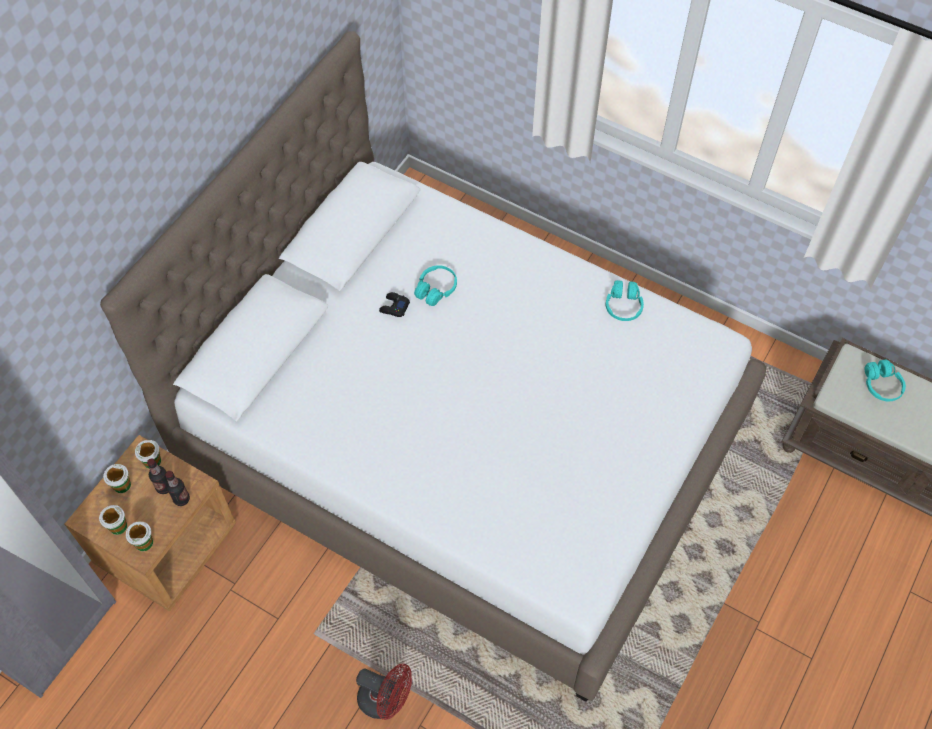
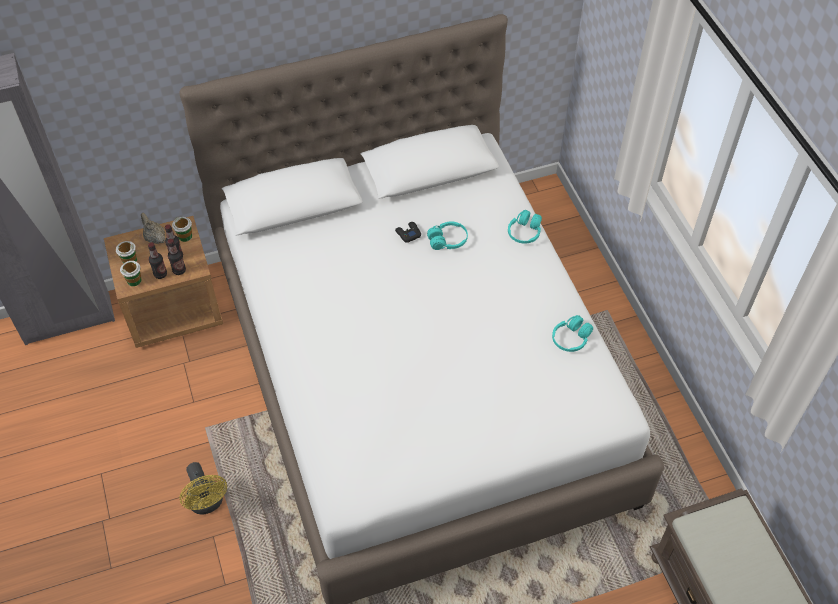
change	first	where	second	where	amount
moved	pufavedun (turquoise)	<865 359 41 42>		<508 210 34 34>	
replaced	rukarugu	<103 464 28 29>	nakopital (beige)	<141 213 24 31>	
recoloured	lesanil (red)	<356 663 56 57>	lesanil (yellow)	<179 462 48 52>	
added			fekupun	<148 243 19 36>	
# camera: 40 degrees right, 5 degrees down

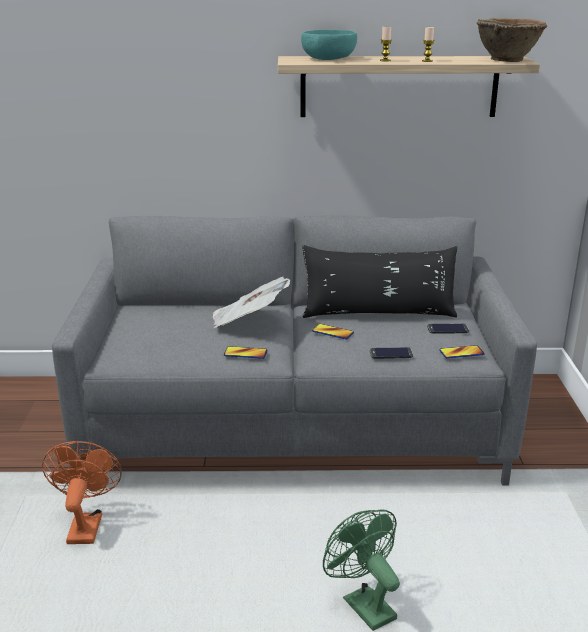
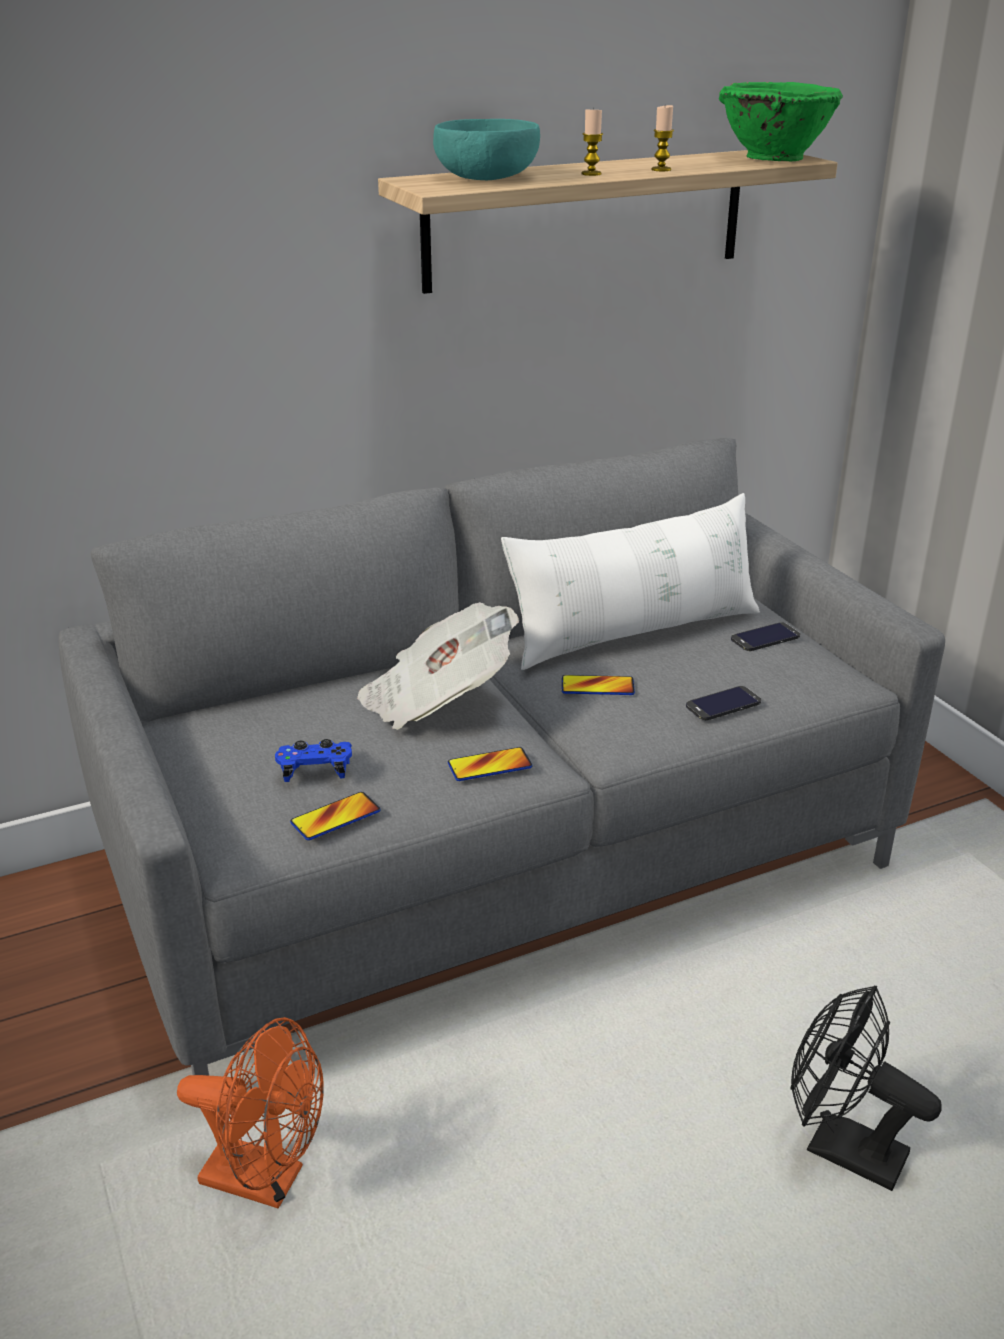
change	first	where	second	where	amount
recoloured	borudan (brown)	<477 18 70 44>	borudan (green)	<719 82 124 79>	
recoloured	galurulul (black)	<303 245 154 73>	galurulul (white)	<501 493 259 177>	
moved	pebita	<439 345 46 13>		<290 792 90 48>	
turned	lesanil (orange)	<42 441 80 103>		<177 1017 147 191>	135 degrees clockwise
recoloured	lesanil (green)	<323 509 77 122>	lesanil (black)	<790 986 151 205>	
added			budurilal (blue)	<275 739 77 43>	
# camera: 25 degrees left, 5 degrees up

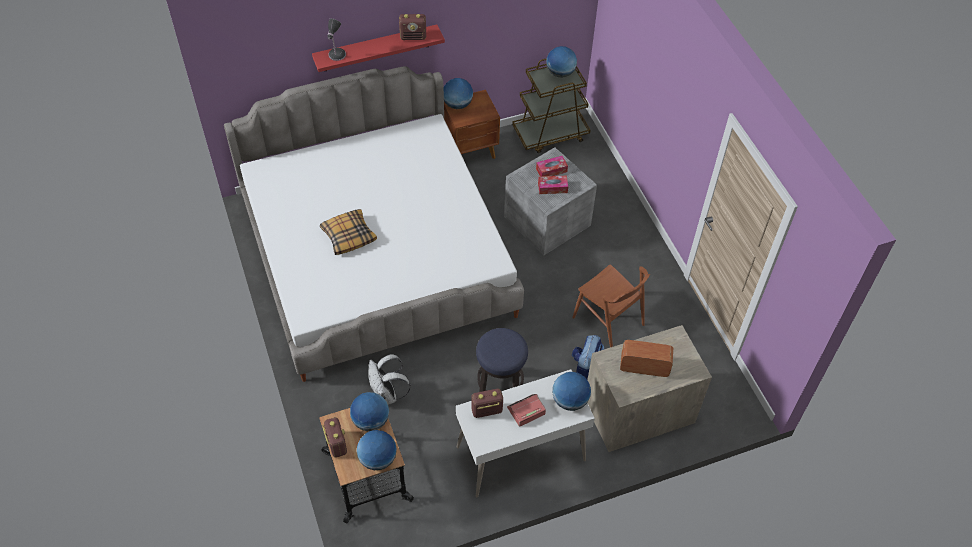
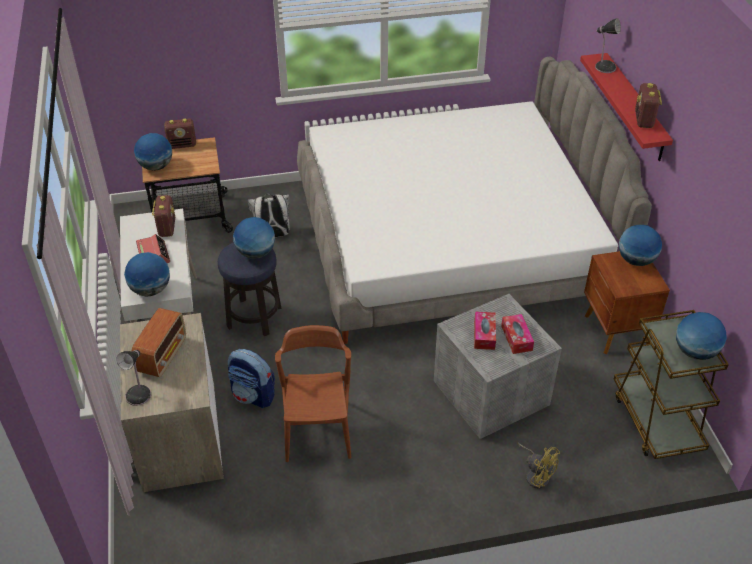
change	first	where	second	where	amount
removed	galurulul	<320 209 57 46>			
turned	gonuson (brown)	<572 265 78 82>		<275 325 76 137>	120 degrees clockwise
moved	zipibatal	<350 392 39 39>		<233 217 42 42>	
added			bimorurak	<116 350 35 56>	
added			lesanil (yellow)	<517 443 43 46>	
# camera: 100 degrees right, 10 degrees down

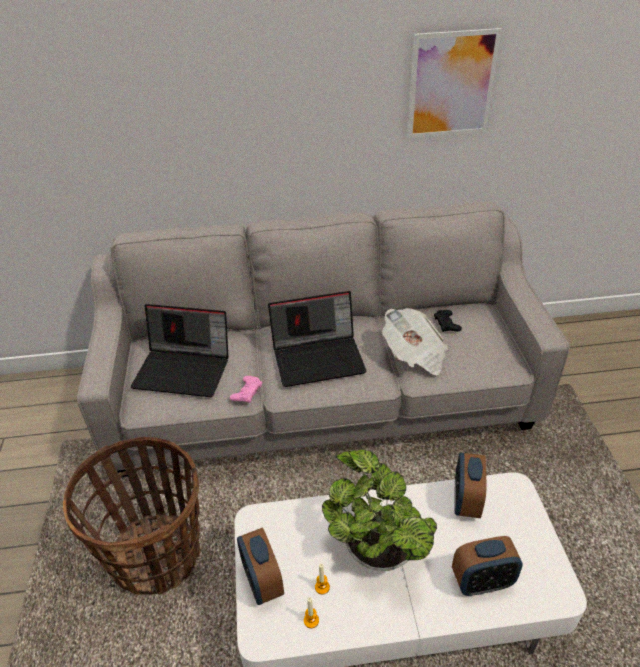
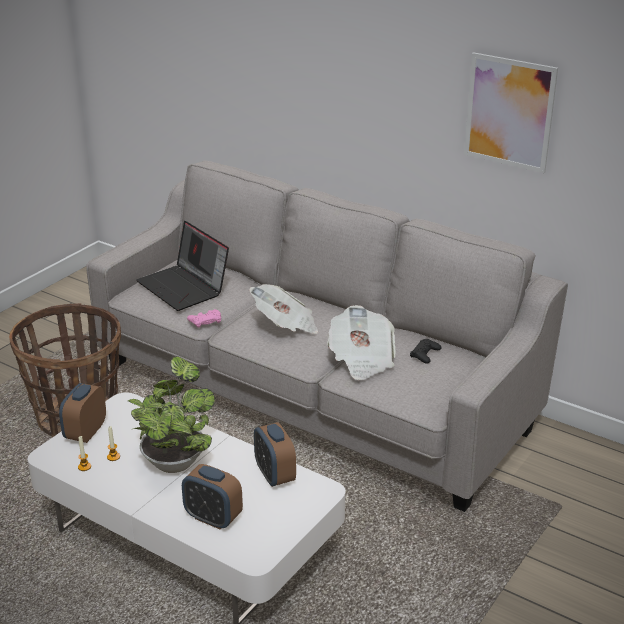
change	first	where	second	where	amount
replaced	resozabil	<268 291 98 96>	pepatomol	<249 284 70 50>	
turned	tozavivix	<454 453 33 65>		<254 422 42 65>	75 degrees counterclockwise
# camera: 40 degrees right, 10 degrees down

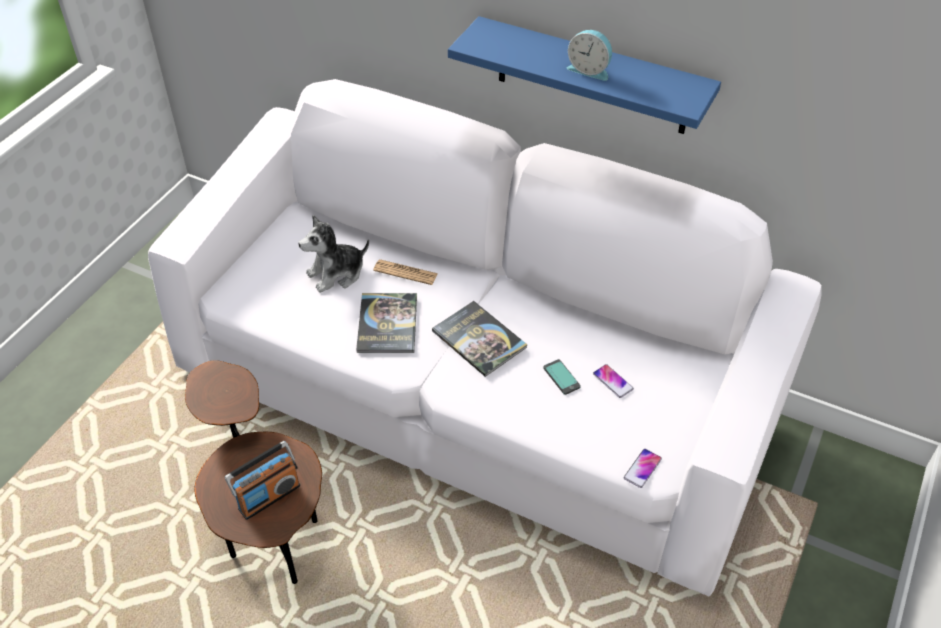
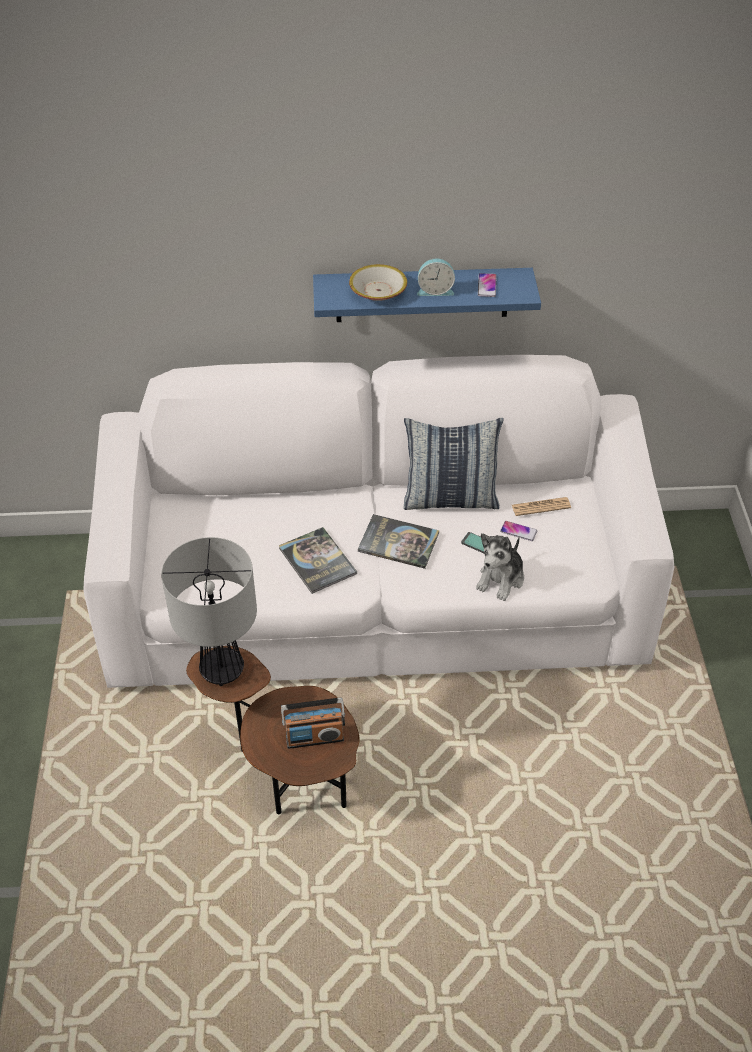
change	first	where	second	where	amount
moved	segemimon	<298 215 71 78>		<476 533 48 68>	
moved	pepatomol	<373 259 65 26>		<512 497 59 19>	
turned	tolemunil	<225 441 75 79>		<281 697 64 52>	60 degrees clockwise
moved	pebita	<624 449 38 39>		<478 273 19 24>	
added			borudan	<349 264 58 37>	
added			galurulul	<403 418 101 92>	
added			bimorurak	<161 537 96 149>	
# camera: 30 degrees left, 0 degrees up

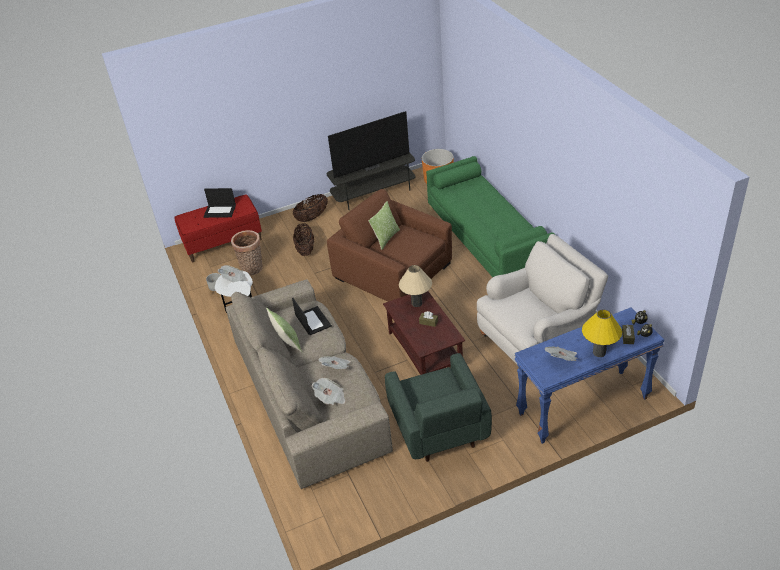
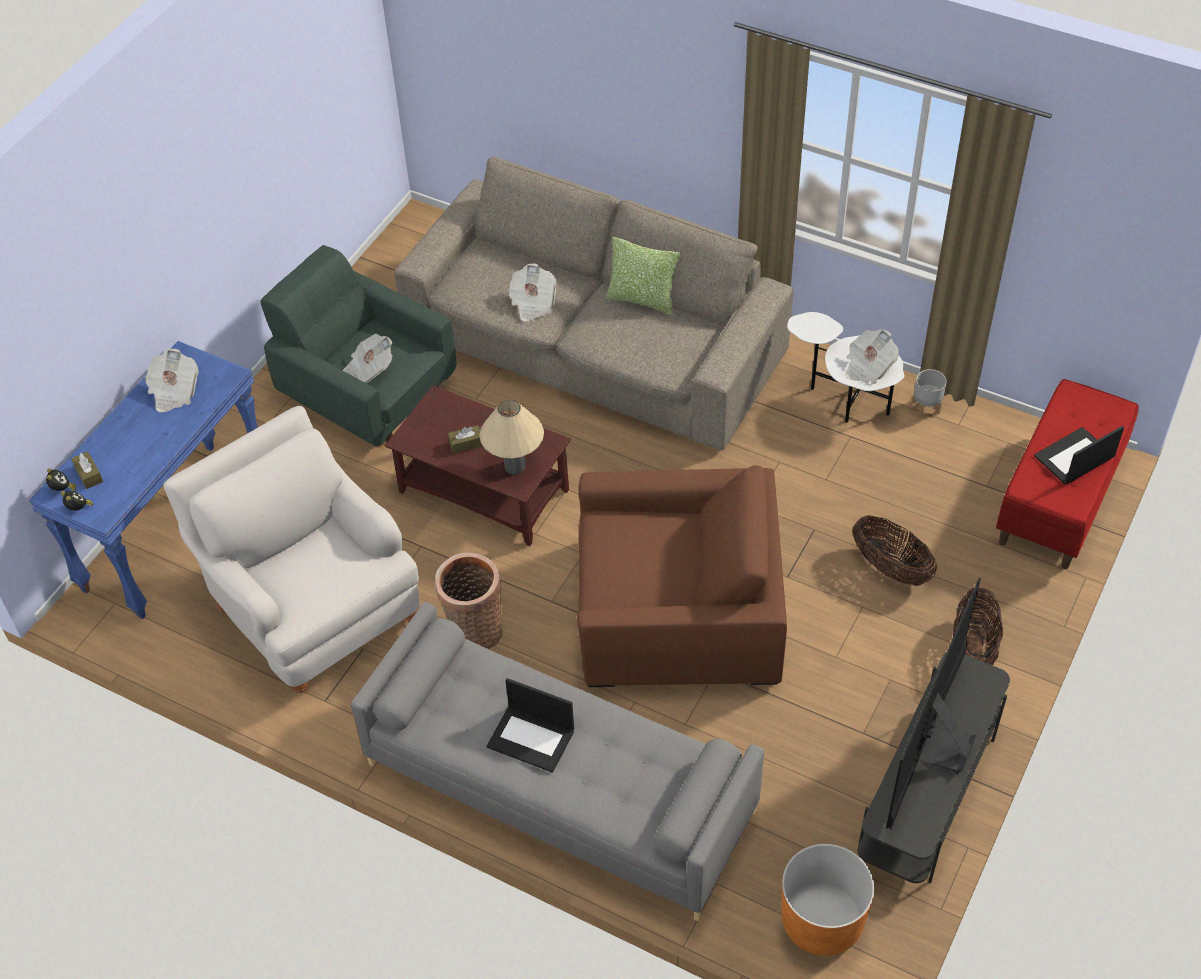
change	first	where	second	where	amount
recoloured	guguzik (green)	<426 156 128 121>	guguzik (grey)	<351 602 413 319>	
removed	galurulul	<369 201 31 49>			
moved	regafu	<231 230 32 46>		<435 553 67 96>	
turned	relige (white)	<477 234 131 130>		<164 406 256 287>	120 degrees clockwise
moved	resozabil	<292 298 40 37>		<487 678 87 95>	
removed	bimorurak (yellow)	<582 309 40 48>			
moved	pepatomol	<312 378 33 27>		<343 334 49 49>	
# camera: 140 degrees right, 10 degrees up

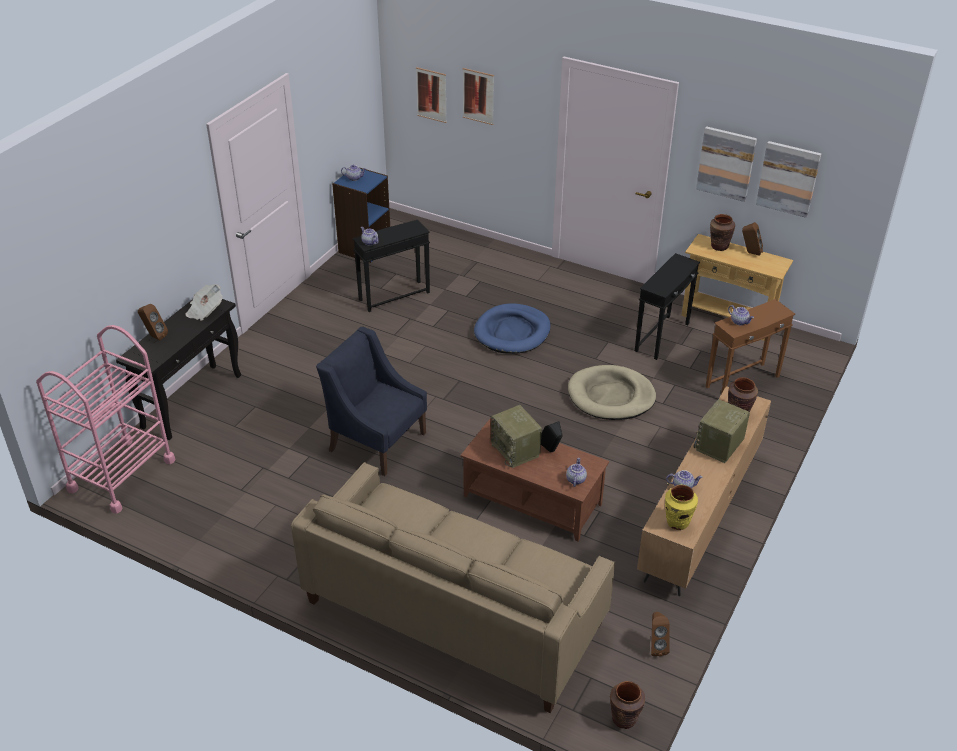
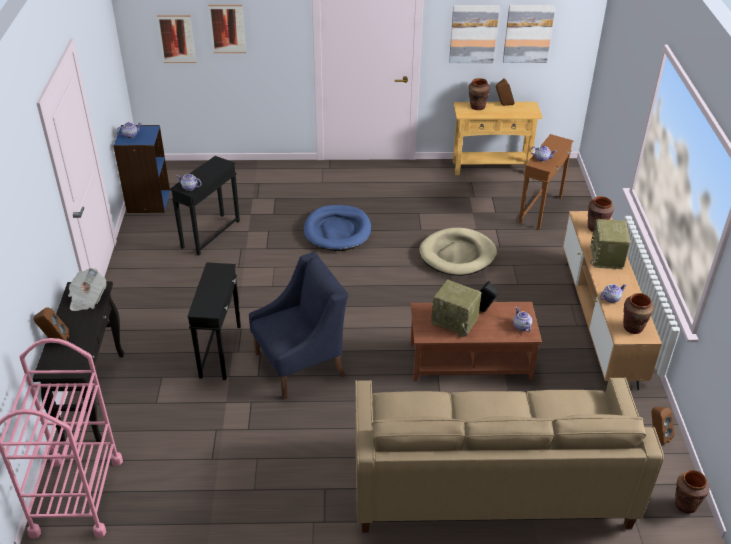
change	first	where	second	where	amount
moved	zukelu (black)	<635 253 65 107>		<187 262 54 118>	
turned	relige (blue)	<316 327 111 149>		<249 252 100 147>	150 degrees clockwise
recoloured	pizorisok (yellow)	<665 485 33 45>	pizorisok (brown)	<623 293 31 41>	
# camera: 30 degrees left, 0 degrees up

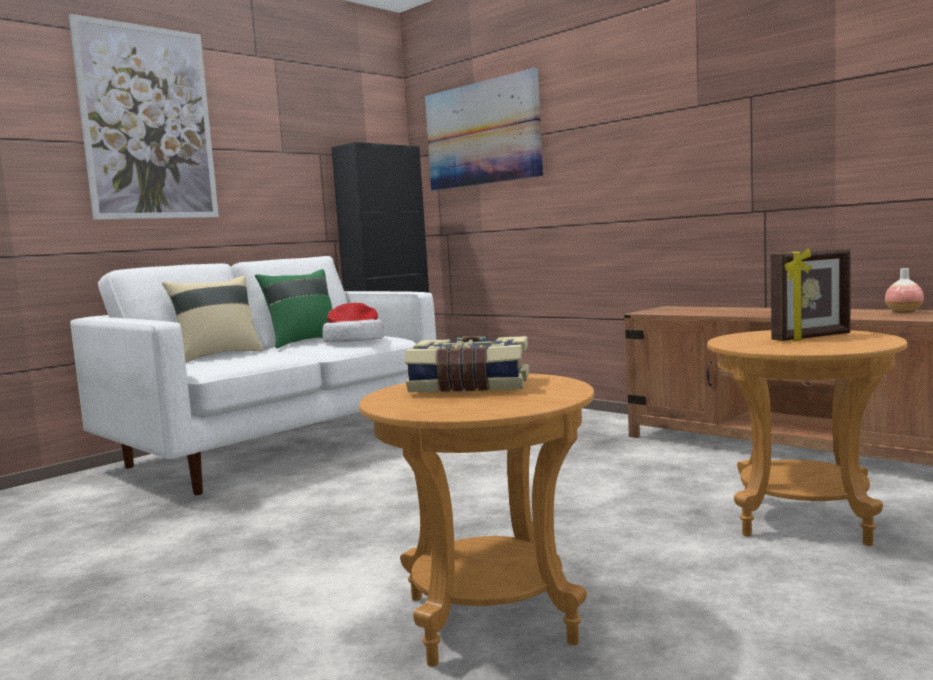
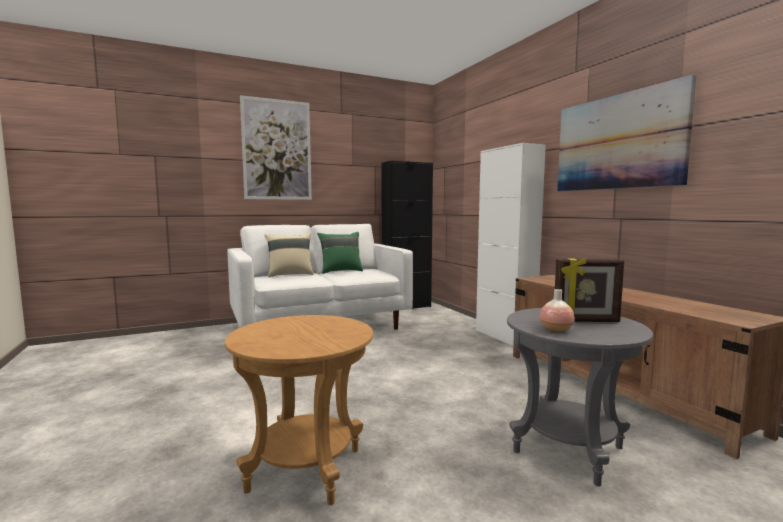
change	first	where	second	where	amount
moved	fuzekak	<425 68 118 123>		<557 75 139 116>	
moved	pizorisok	<885 268 39 45>		<540 289 34 44>	
removed	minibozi	<322 303 62 40>			
recoloured	zukelu (brown)	<707 330 200 216>	zukelu (grey)	<507 308 146 178>	
removed	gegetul	<404 336 125 57>			
added			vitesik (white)	<476 143 70 203>	
# camera: 20 degrees right, 0 degrees up

